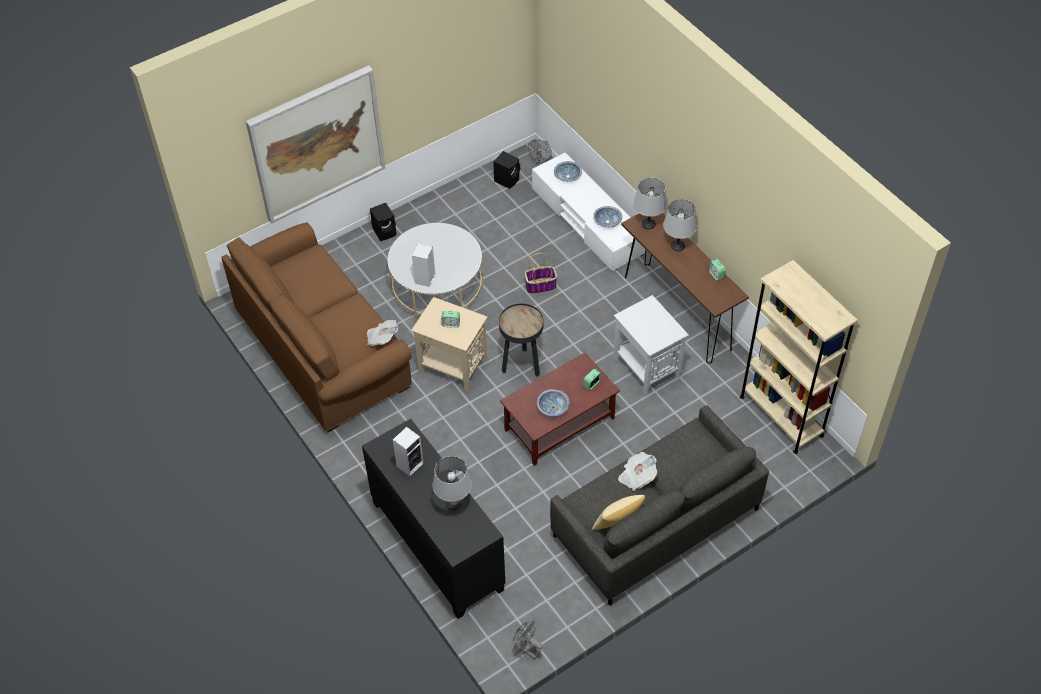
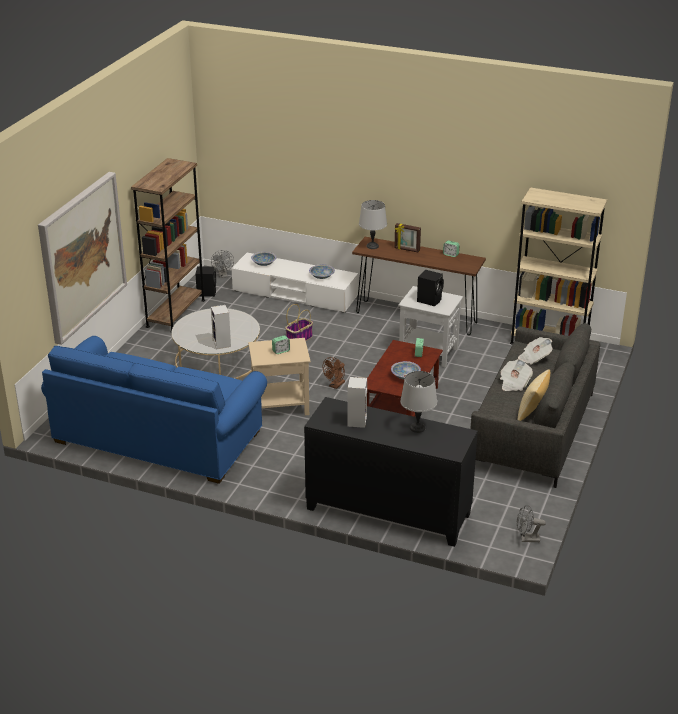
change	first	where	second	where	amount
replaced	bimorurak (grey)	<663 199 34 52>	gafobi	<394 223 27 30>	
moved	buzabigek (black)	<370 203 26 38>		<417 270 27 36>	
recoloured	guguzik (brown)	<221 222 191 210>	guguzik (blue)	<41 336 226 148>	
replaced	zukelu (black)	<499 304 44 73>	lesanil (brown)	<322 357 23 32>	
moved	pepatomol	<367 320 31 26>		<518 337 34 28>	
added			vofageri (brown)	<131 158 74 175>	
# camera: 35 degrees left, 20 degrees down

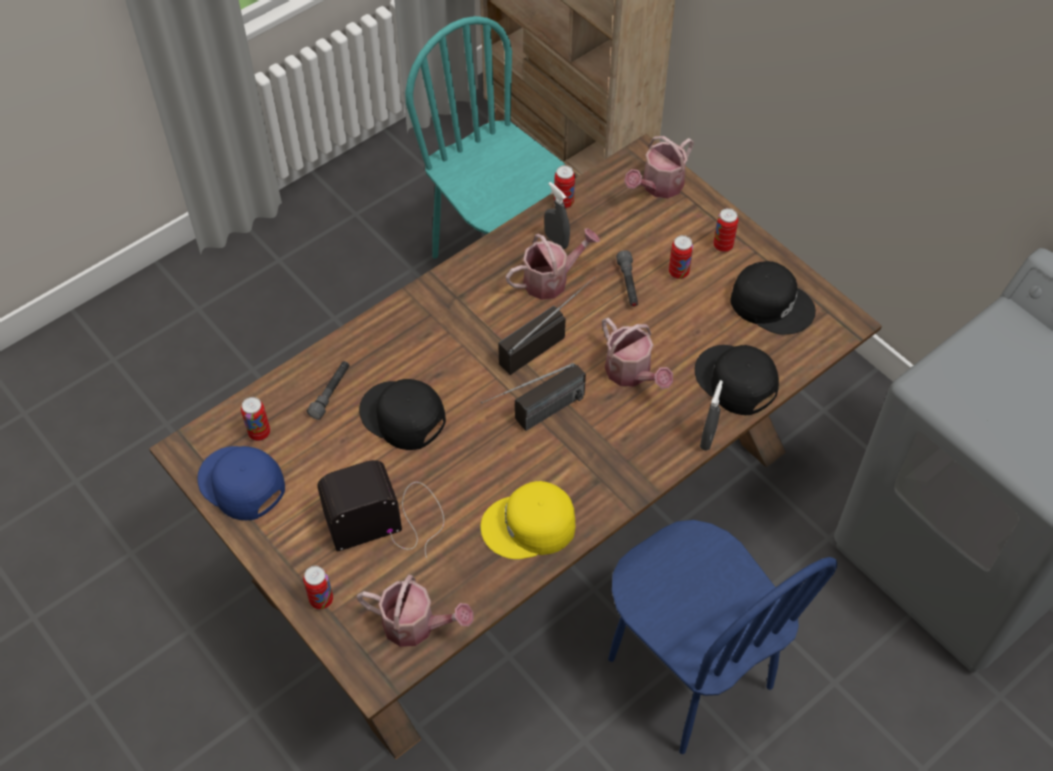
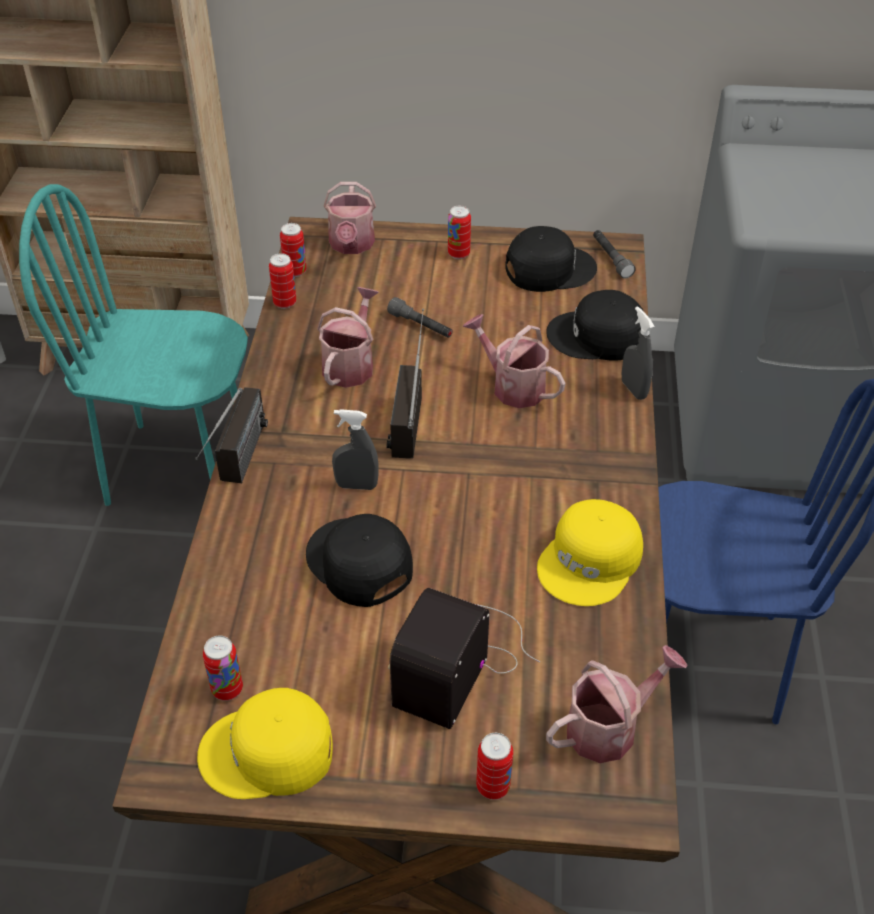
change	first	where	second	where	amount
moved	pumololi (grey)	<544 182 26 67>		<332 409 47 81>	
moved	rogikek	<669 235 24 44>		<280 223 27 54>	
turned	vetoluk	<602 318 71 71>		<462 314 104 94>	150 degrees counterclockwise
moved	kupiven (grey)	<307 361 43 59>		<593 230 43 49>	
moved	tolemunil	<481 363 105 68>		<195 387 73 96>	
turned	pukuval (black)	<359 379 87 71>		<306 514 107 93>	60 degrees clockwise
recoloured	pukuval (blue)	<197 446 88 74>	pukuval (yellow)	<197 688 136 111>	
# camera: 45 degrees left, 10 degrees down

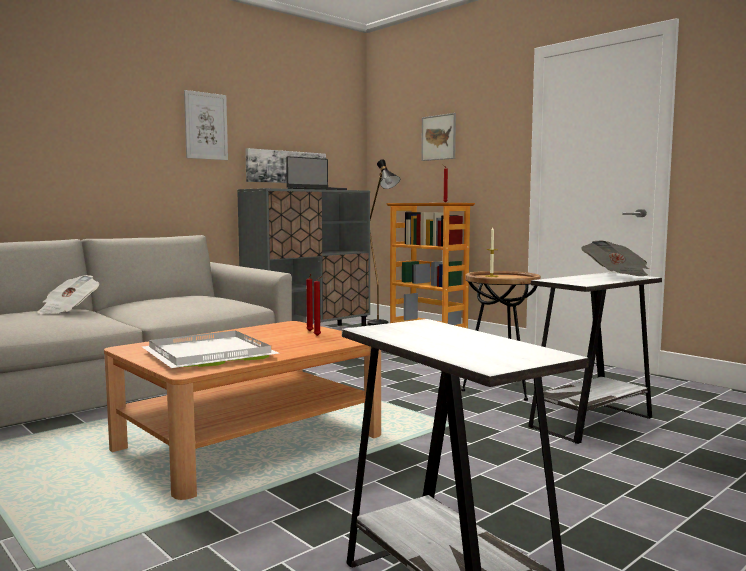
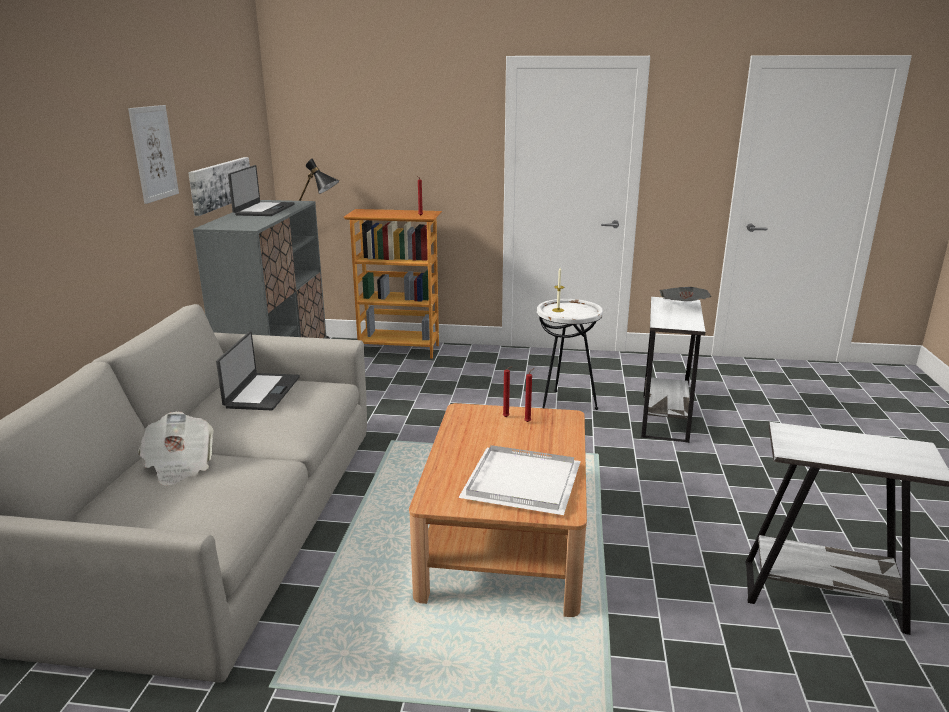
change	first	where	second	where	amount
removed	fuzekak	<421 113 35 48>			
recoloured	zukelu (brown)	<461 271 80 130>	zukelu (white)	<537 299 66 111>	
added			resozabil	<216 332 84 78>	
# camera: 40 degrees left, 15 degrees up

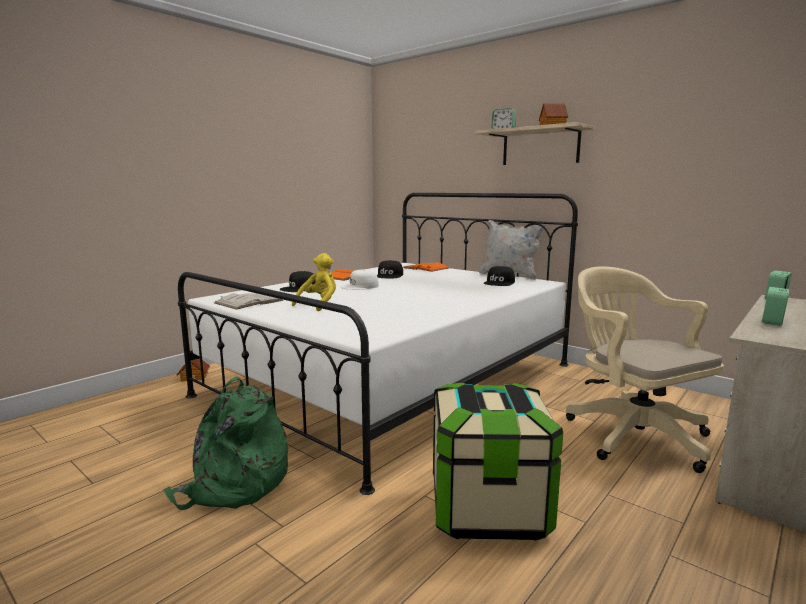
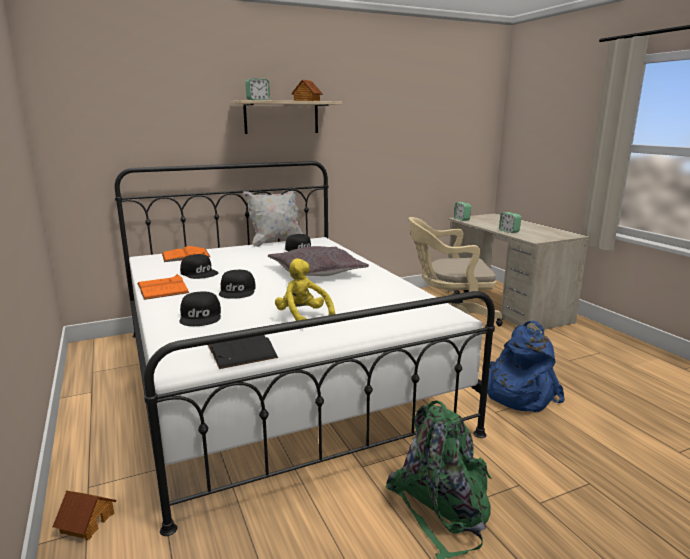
change	first	where	second	where	amount
recoloured	pukuval (white)	<341 269 38 21>	pukuval (black)	<219 270 36 29>	
recoloured	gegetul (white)	<214 293 70 17>	gegetul (black)	<208 335 70 34>	
replaced	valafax	<433 383 130 158>	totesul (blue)	<487 321 78 91>	
added			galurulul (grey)	<268 246 101 30>	
# camera: 65 degrees left, 5 degrees up

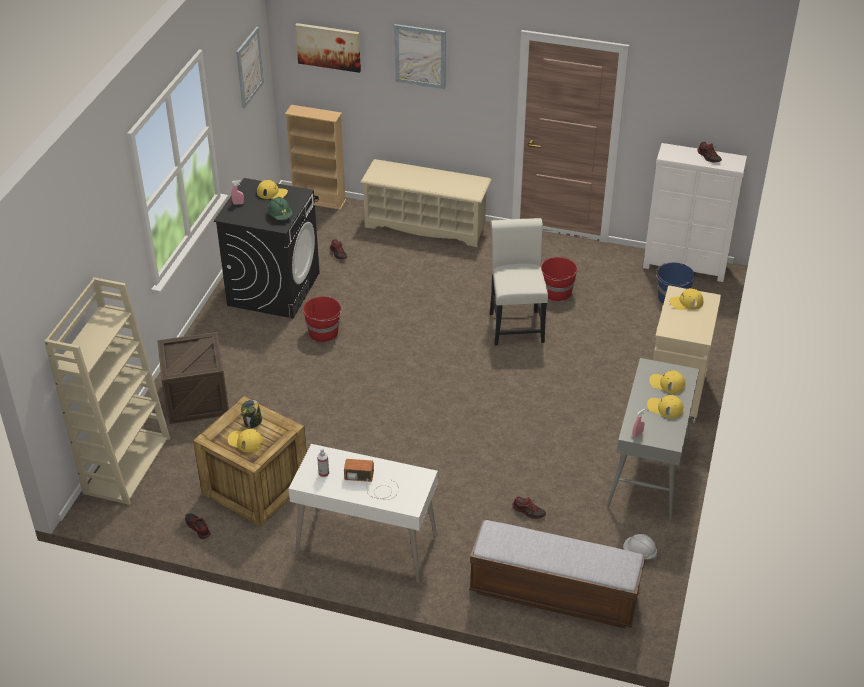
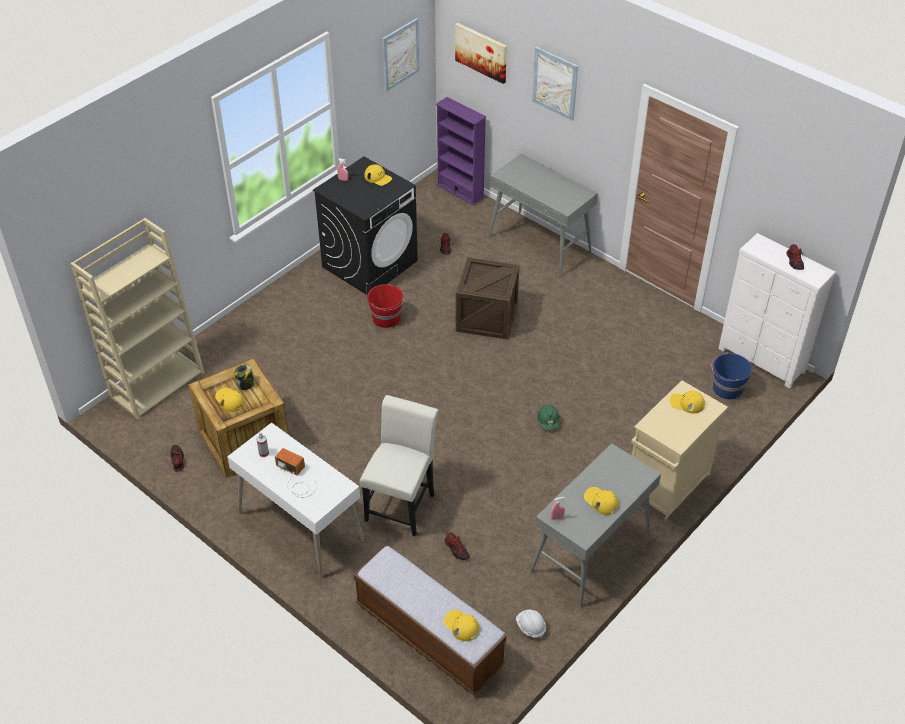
change	first	where	second	where	amount
recoloured	vofageri (beige)	<285 105 61 105>	vofageri (purple)	<436 97 50 109>	
replaced	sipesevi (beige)	<361 159 131 88>	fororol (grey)	<488 154 110 123>	
moved	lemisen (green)	<268 197 24 23>		<537 405 23 25>	
moved	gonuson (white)	<490 218 58 128>		<360 395 79 141>	
removed	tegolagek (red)	<541 257 37 44>			
moved	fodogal	<157 332 72 92>		<456 257 64 83>	
moved	pukuval (yellow)	<649 371 37 23>		<444 610 35 31>	
# camera: 25 degrees right, 5 degrees up

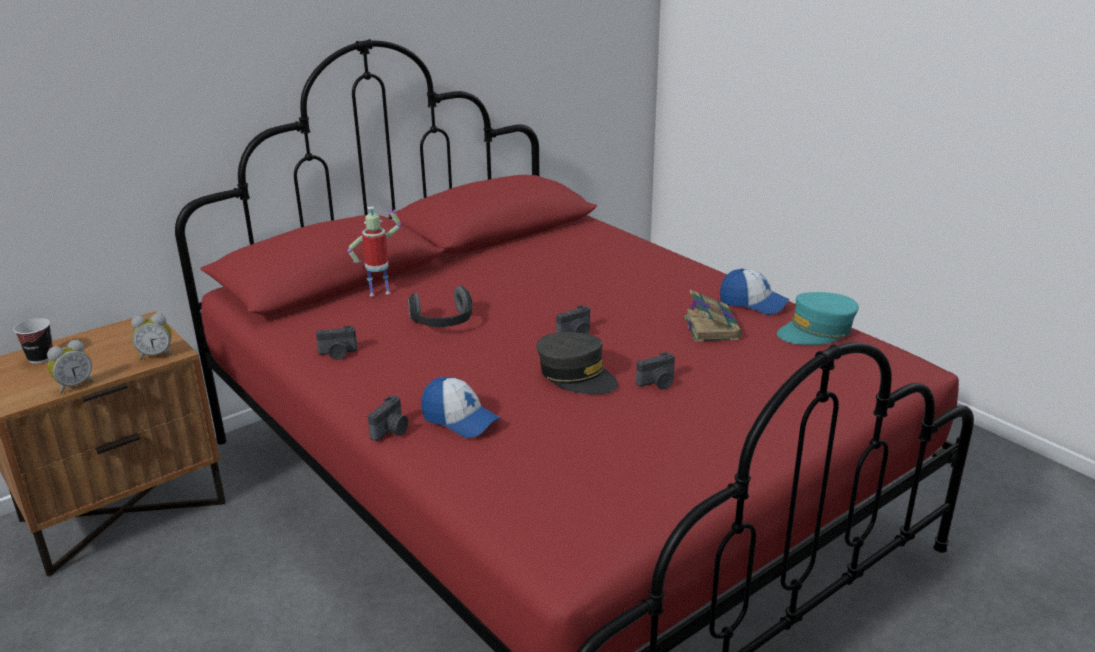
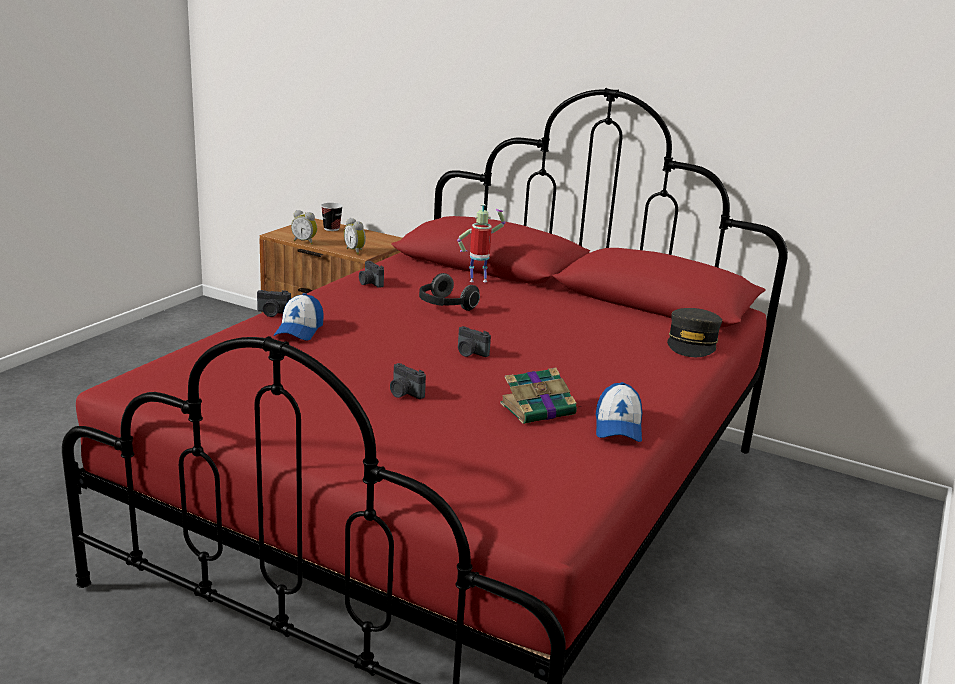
change	first	where	second	where	amount
turned	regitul	<348 206 53 90>		<457 204 48 78>	60 degrees counterclockwise
removed	pukuval (turquoise)	<777 292 82 53>			
moved	pukuval (grey)	<536 332 82 63>		<667 308 55 49>	
# camera: 65 degrees right, 5 degrees down

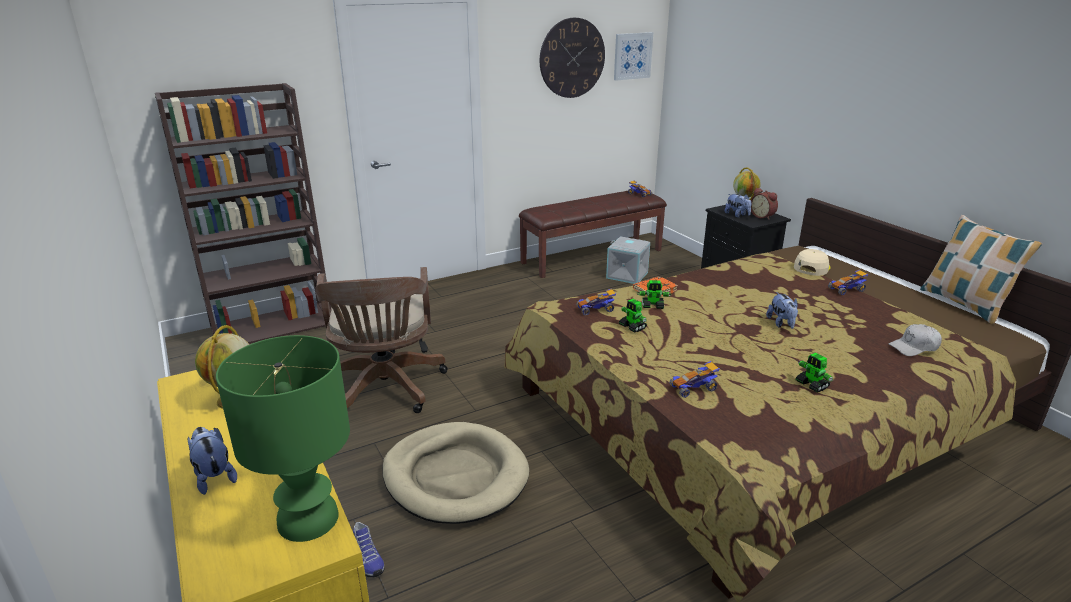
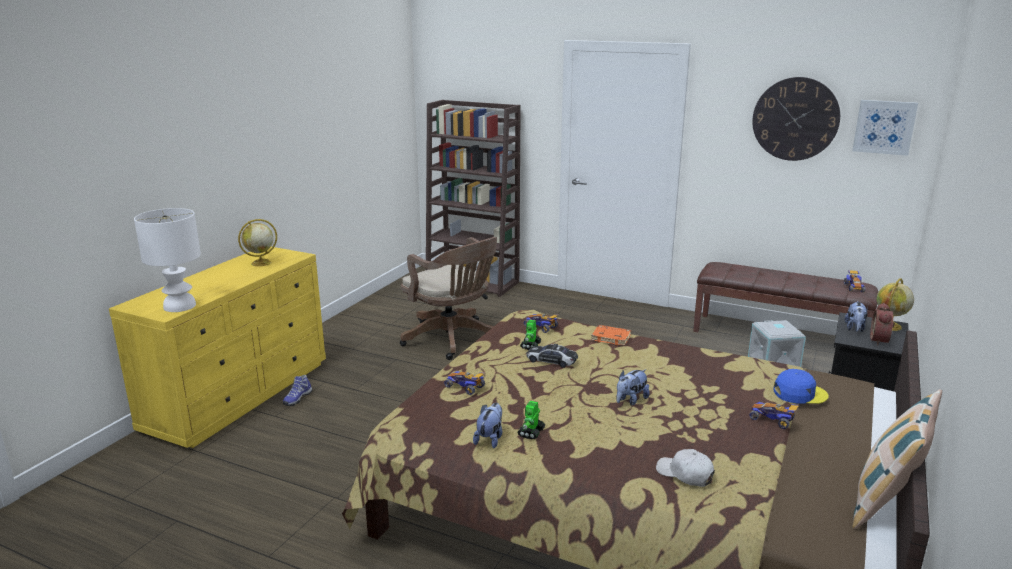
change	first	where	second	where	amount
recoloured	pukuval (beige)	<794 249 37 27>	pukuval (blue)	<773 369 56 35>	
turned	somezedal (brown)	<315 267 133 146>		<400 237 97 123>	90 degrees counterclockwise
removed	regitul	<637 280 34 29>			
recoloured	bimorurak (green)	<216 335 134 207>	bimorurak (white)	<134 208 67 104>	
removed	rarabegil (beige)	<382 422 147 102>			
moved	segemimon	<187 427 50 68>		<473 403 29 45>	
added			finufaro	<526 344 52 24>	
# camera: 55 degrees right, 5 degrees down

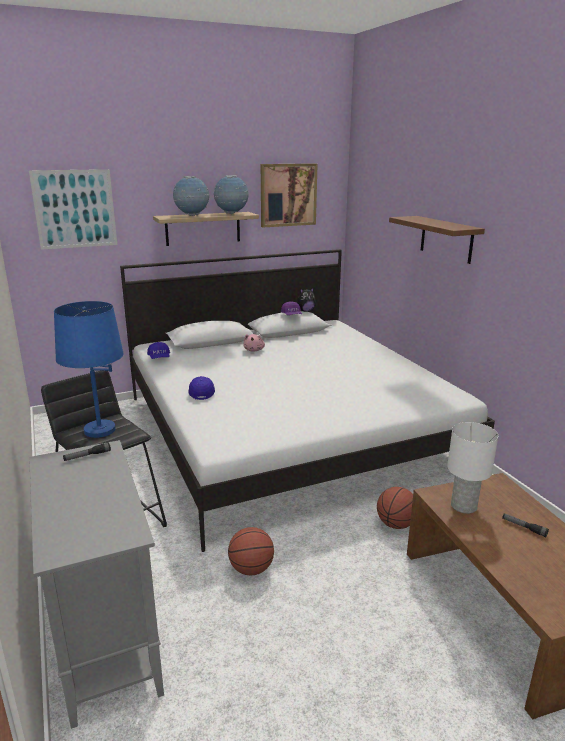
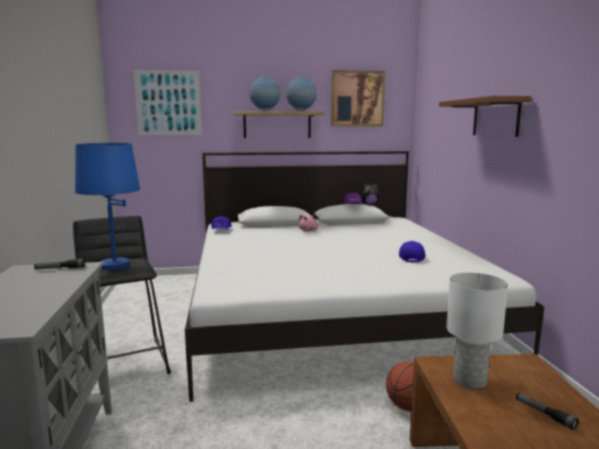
change	first	where	second	where	amount
moved	pukuval (blue)	<188 376 27 24>		<399 241 27 22>	
removed	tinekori	<228 527 46 49>			
# camera: 15 degrees right, 10 degrees down

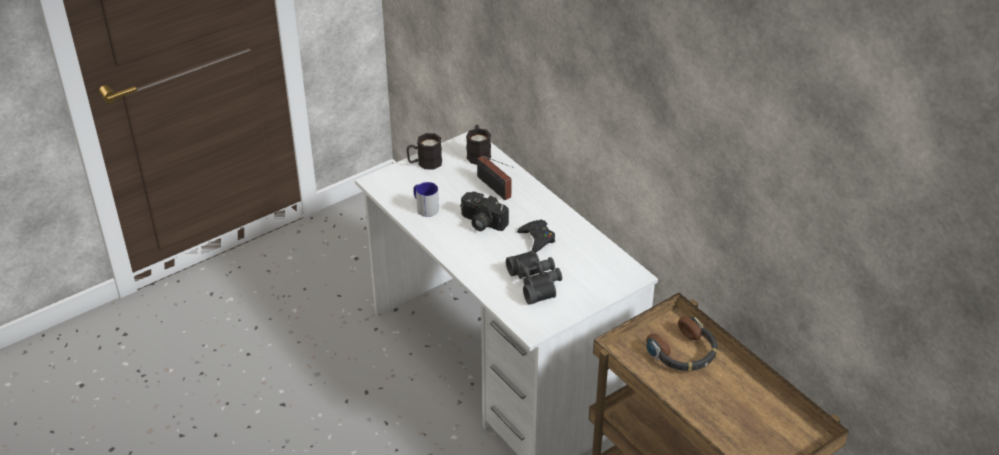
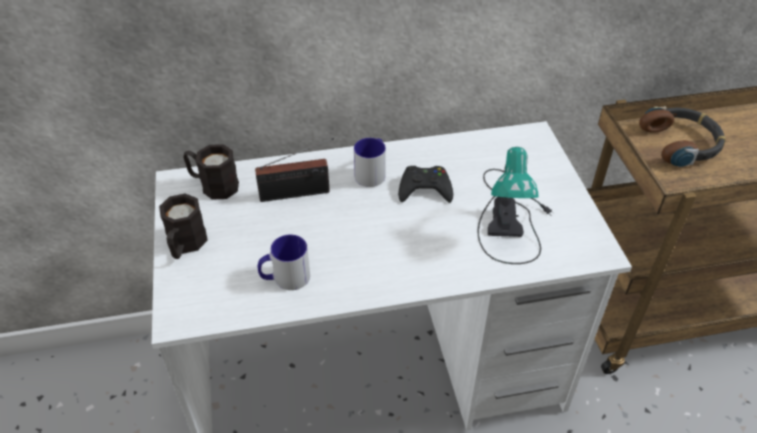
change	first	where	second	where	amount
removed	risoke	<460 192 49 39>			
replaced	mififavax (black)	<506 251 56 54>	bimorurak	<477 147 76 117>	
added			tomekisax	<354 138 32 49>	
# camera: 65 degrees left, 5 degrees up

